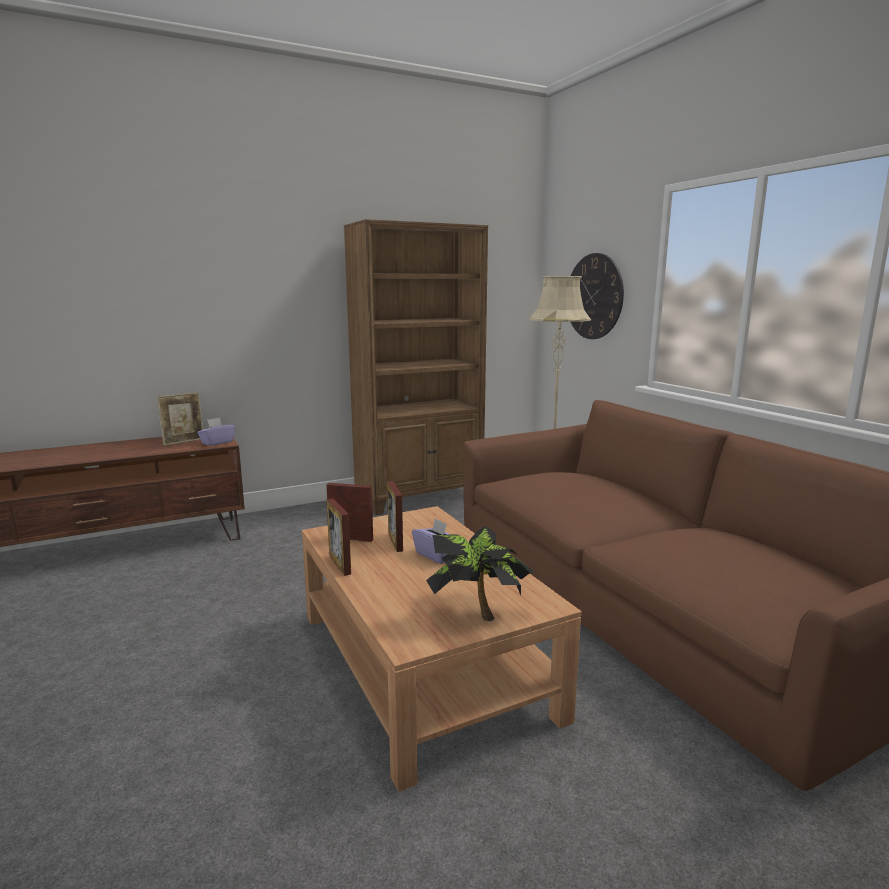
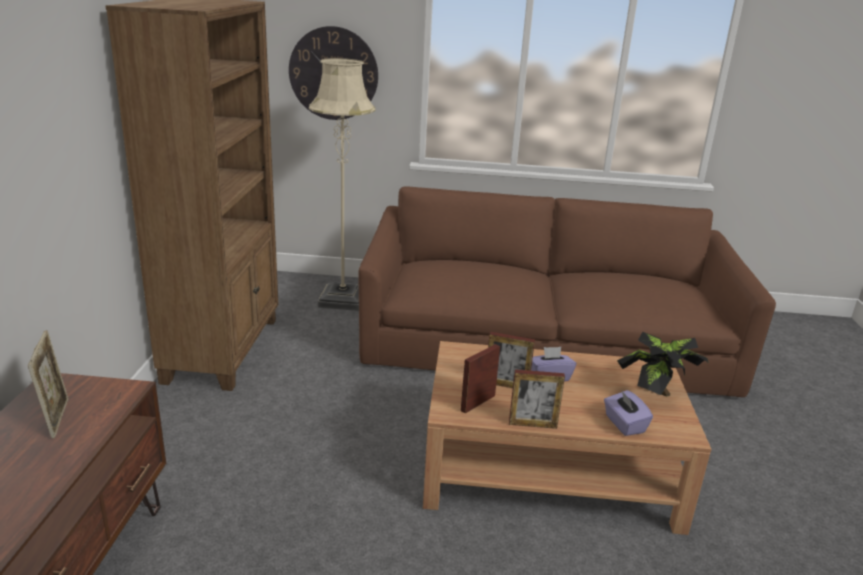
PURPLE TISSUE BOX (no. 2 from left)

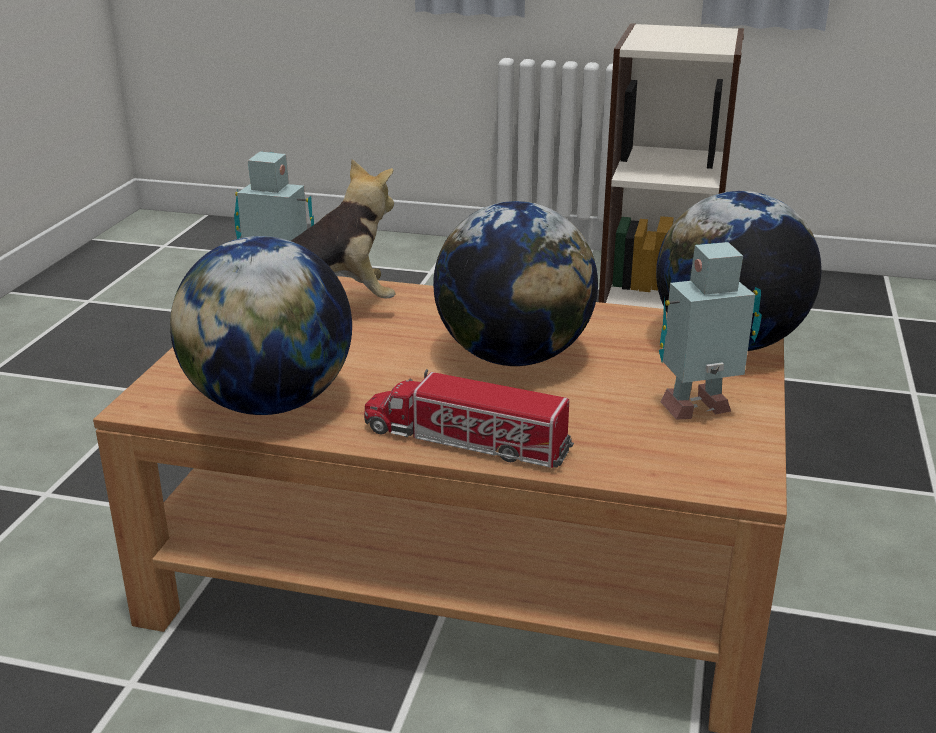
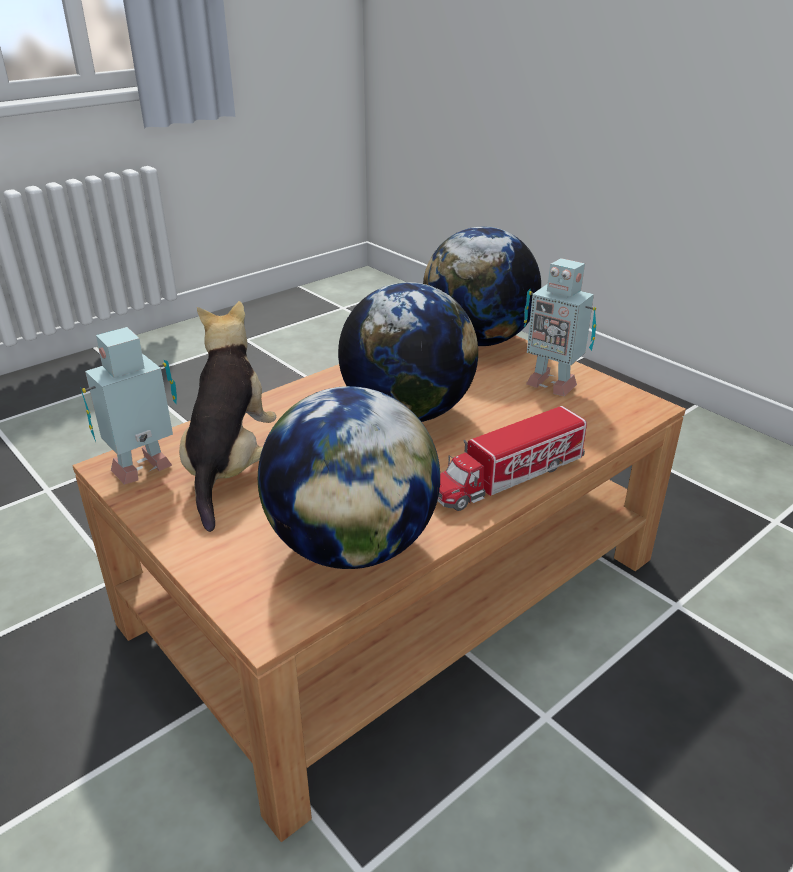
BOOKCASE; TOY ROBOT (no. 2 from left)

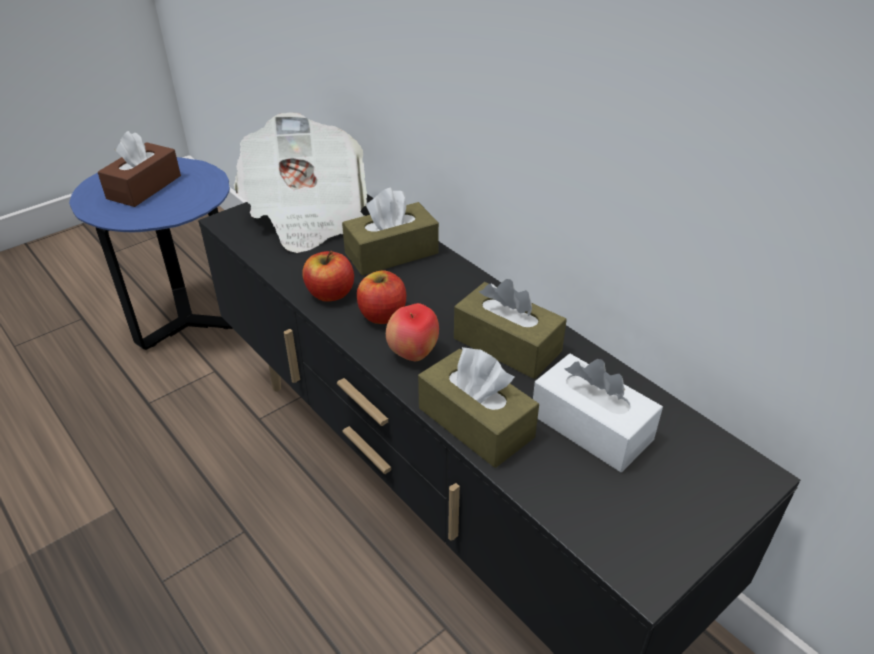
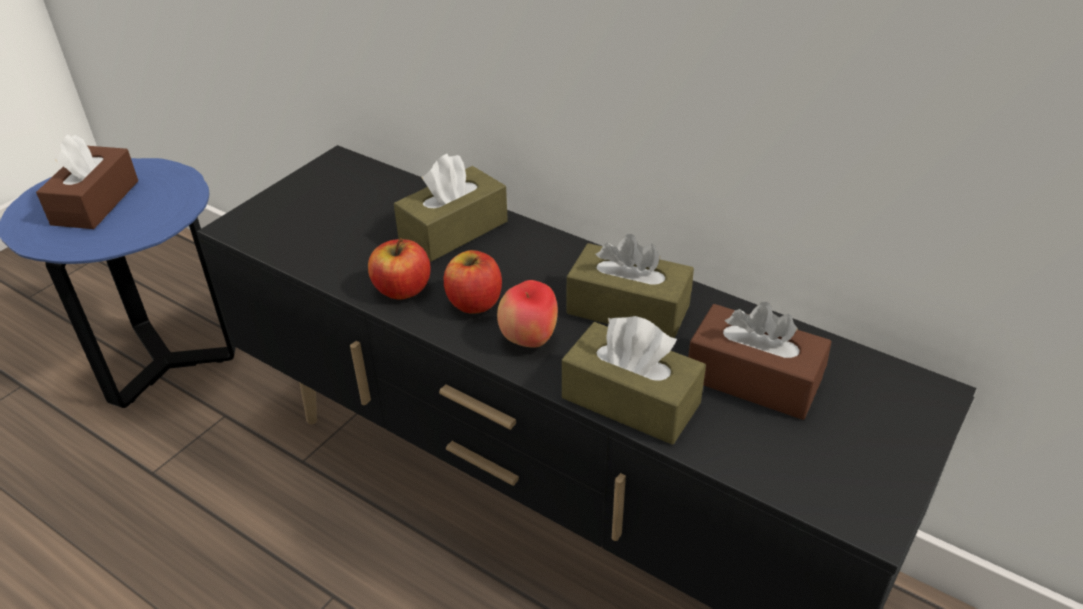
NEWSPAPER; BROWN TISSUE BOX (no. 5 from left)

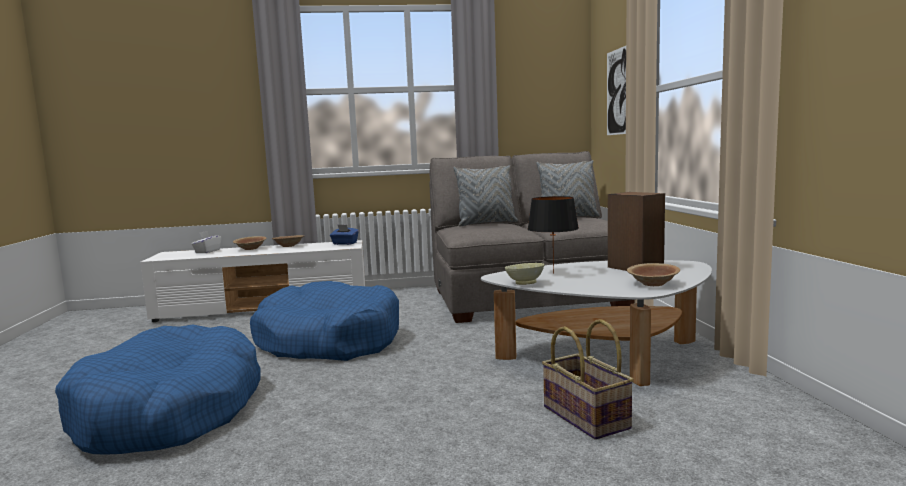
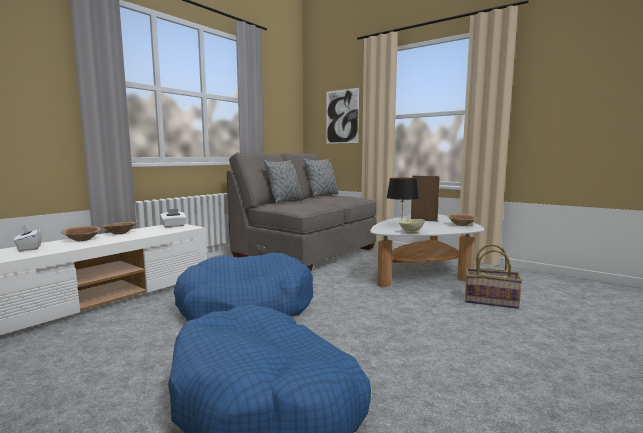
WHITE TISSUE BOX (no. 2 from left)

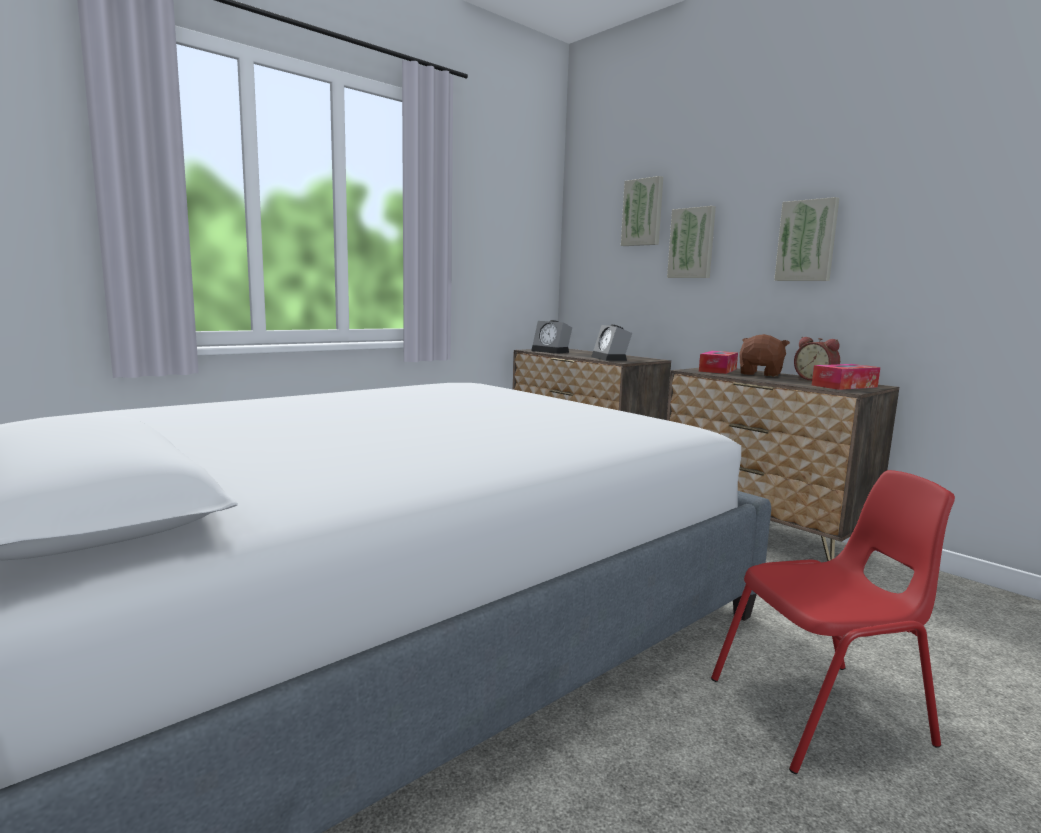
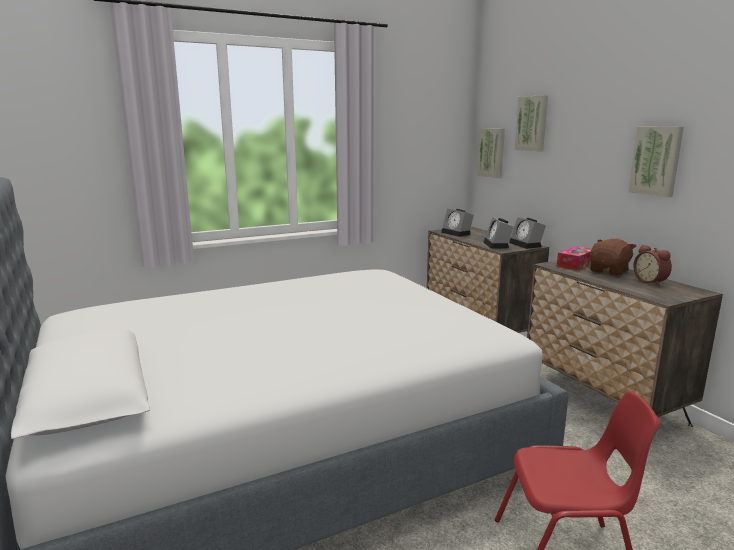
PICTURE (no. 1 from left); TISSUE BOX (no. 2 from left in the first image); ALARM CLOCK (no. 3 from left)

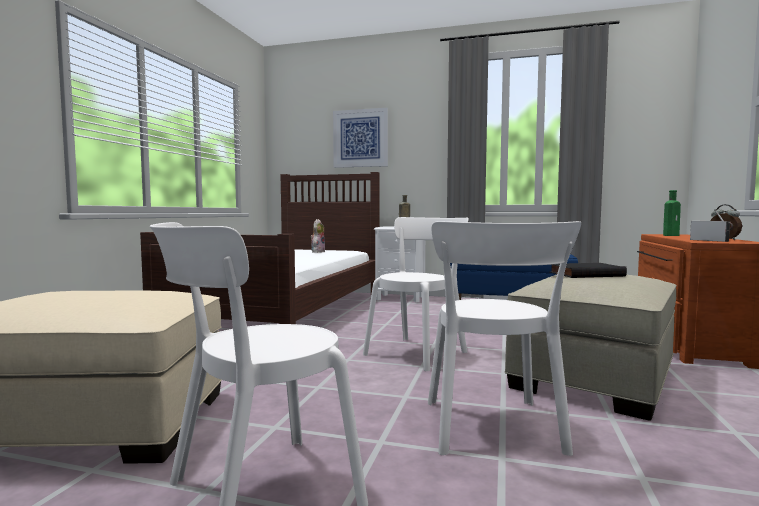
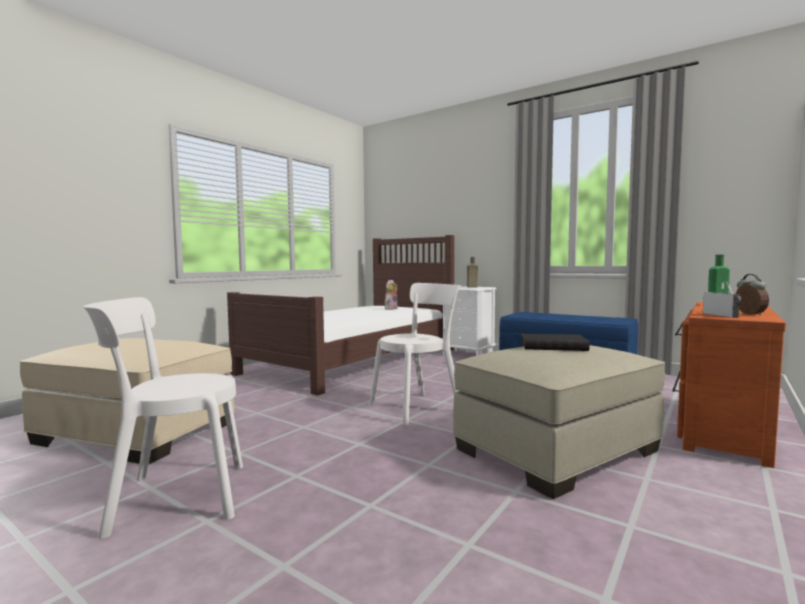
PICTURE; WHITE CHAIR (no. 3 from left in the first image)

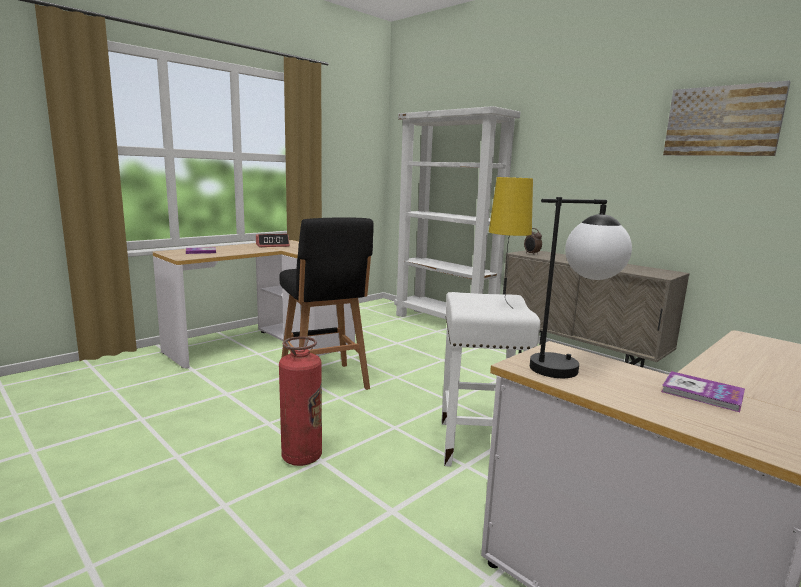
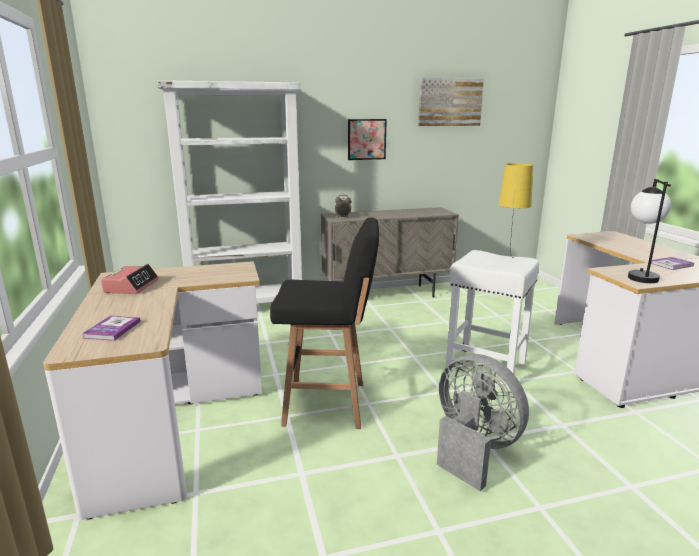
GREY FAN; PICTURE (no. 1 from left)

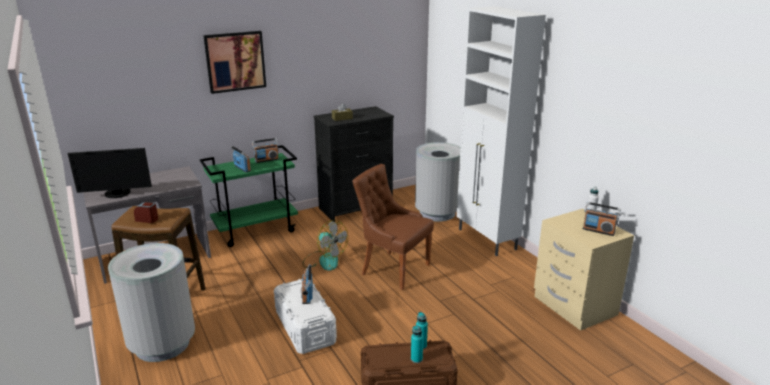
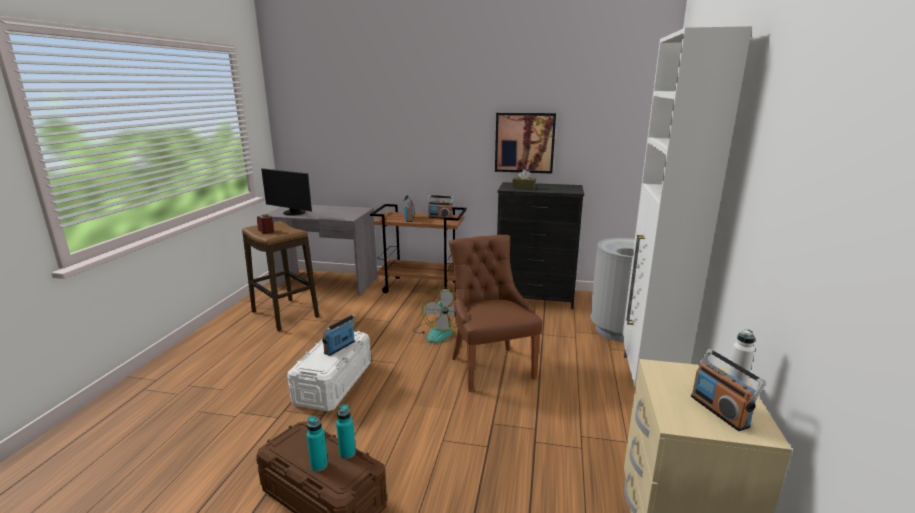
PICTURE; BROWN CART; GREY TRASH CAN (no. 1 from left in the first image)

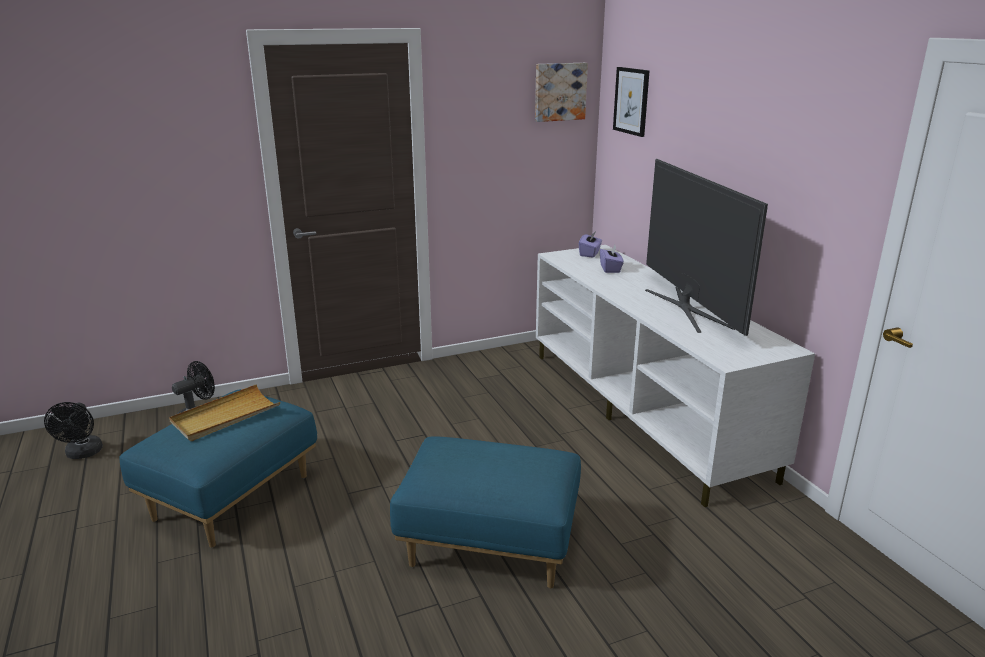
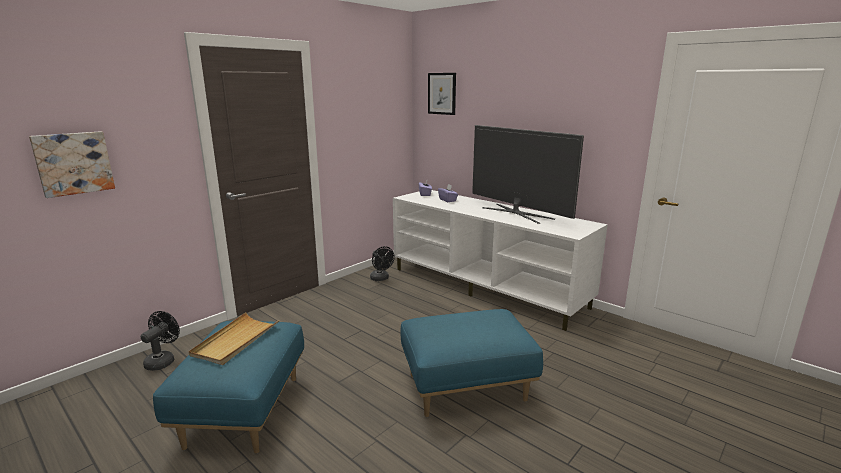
PICTURE (no. 1 from left); BLACK FAN (no. 2 from left)

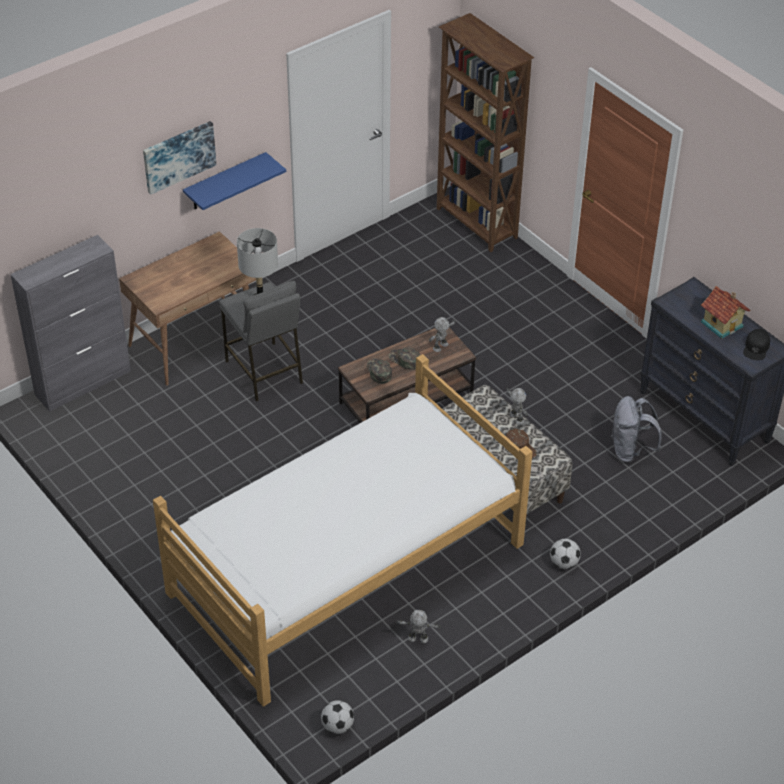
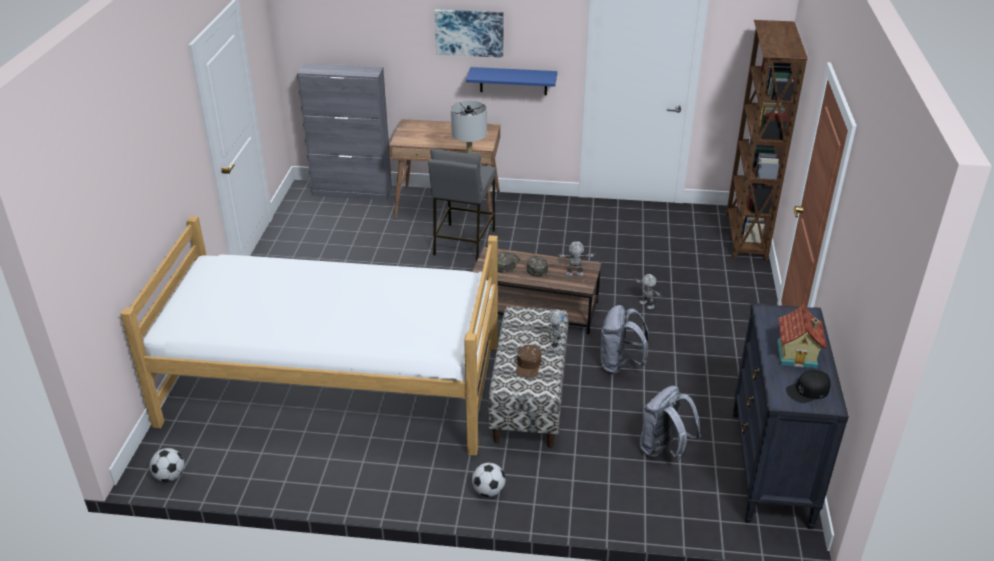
TOY ROBOT (no. 3 from left); GREY BACKPACK (no. 1 from left)

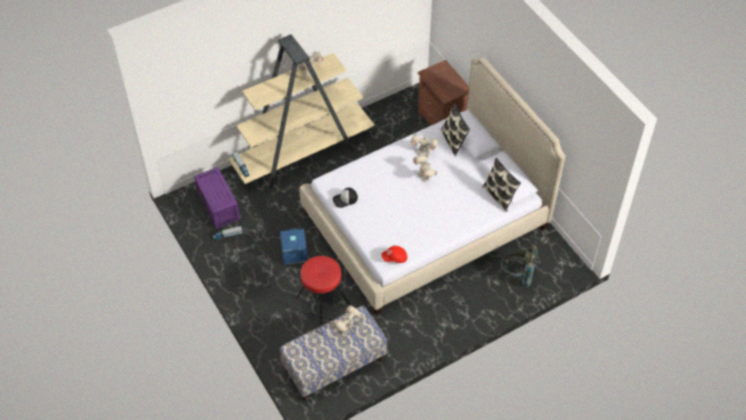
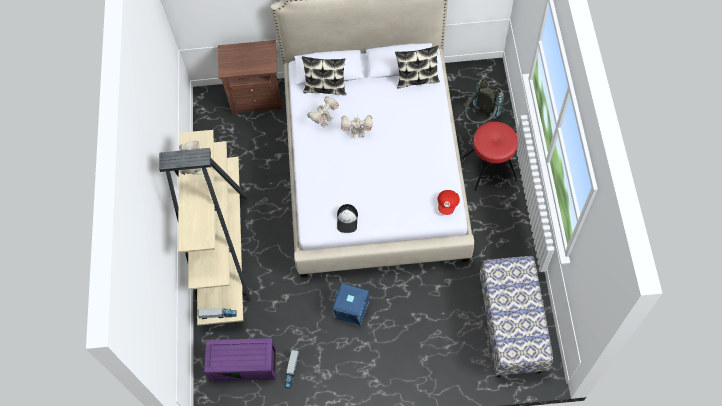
RED STOOL; TOY ROBOT (no. 2 from left in the first image)

